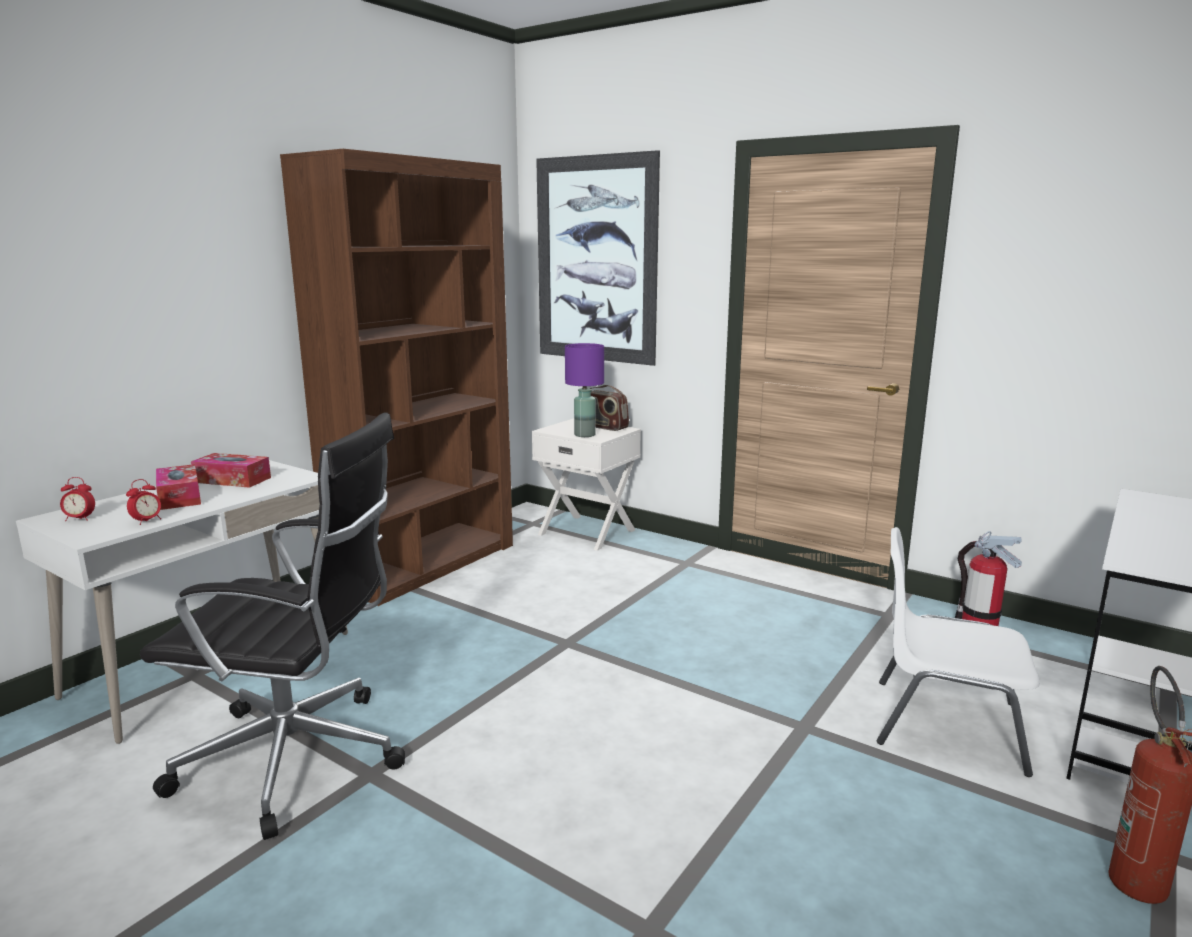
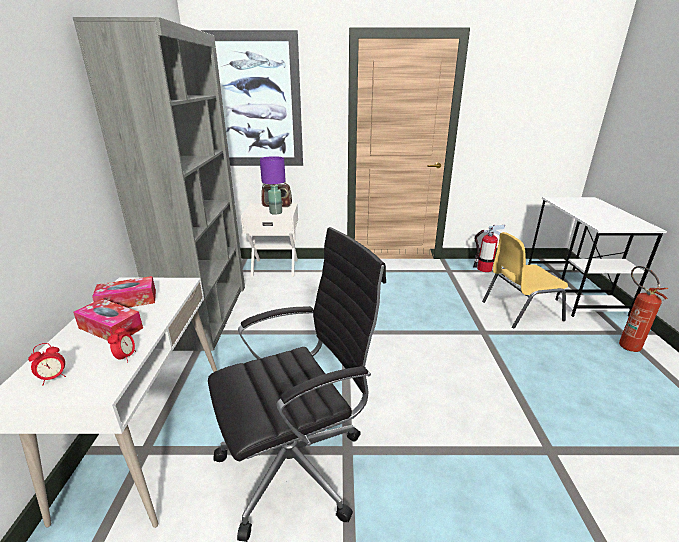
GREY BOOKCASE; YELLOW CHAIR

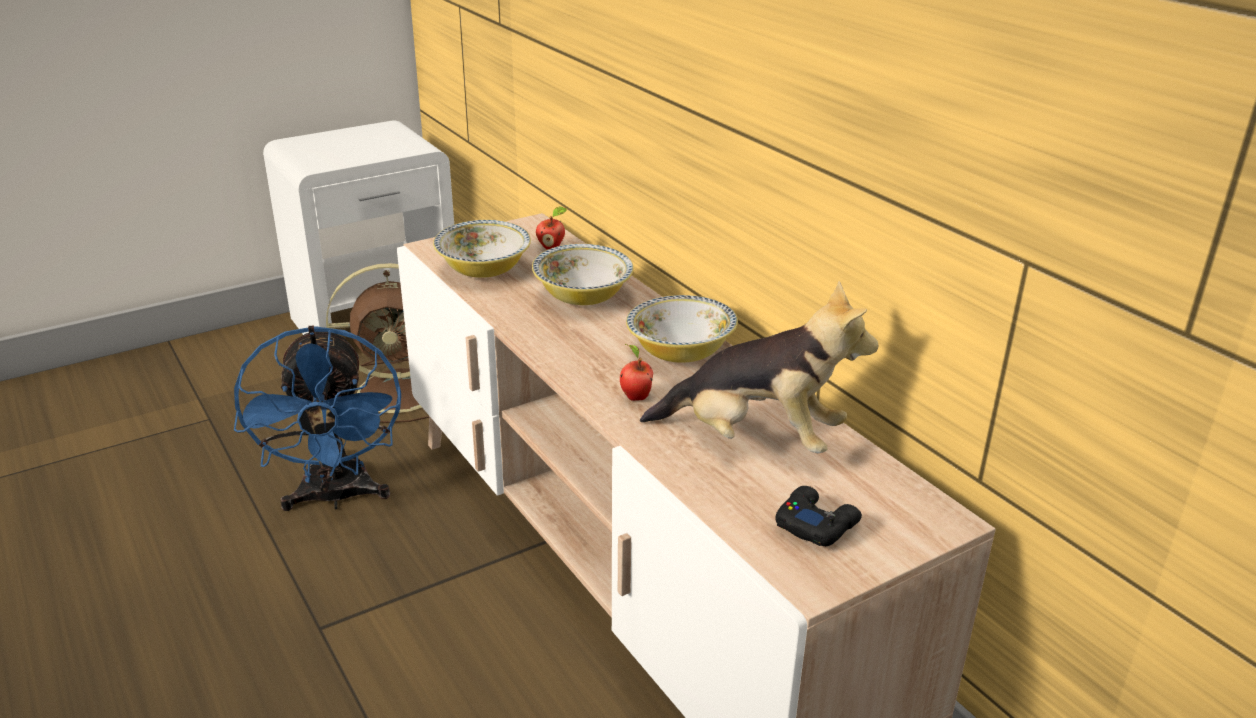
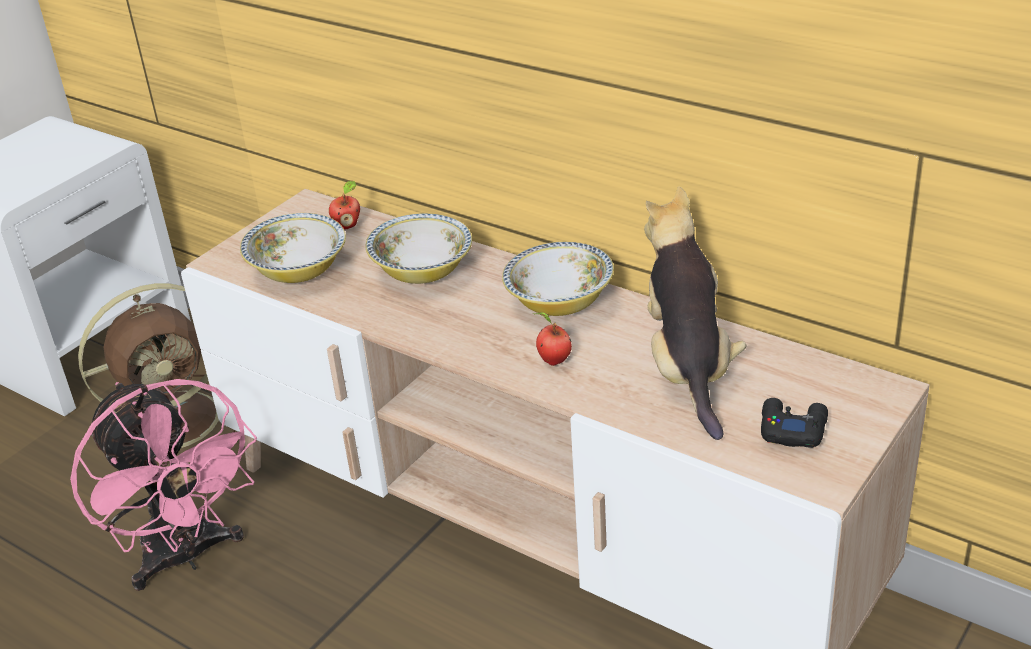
PLUSH TOY; PINK FAN

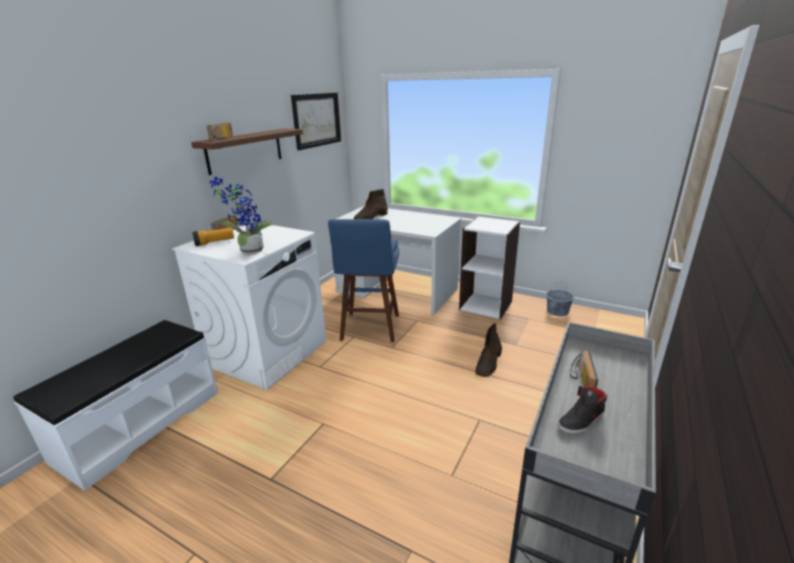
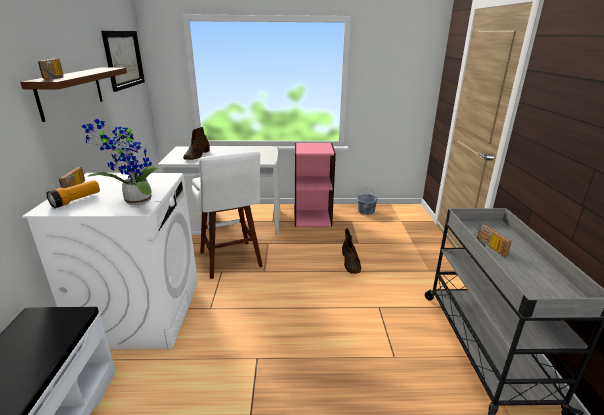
PINK BOOKCASE; WHITE STOOL; BLACK SHOE

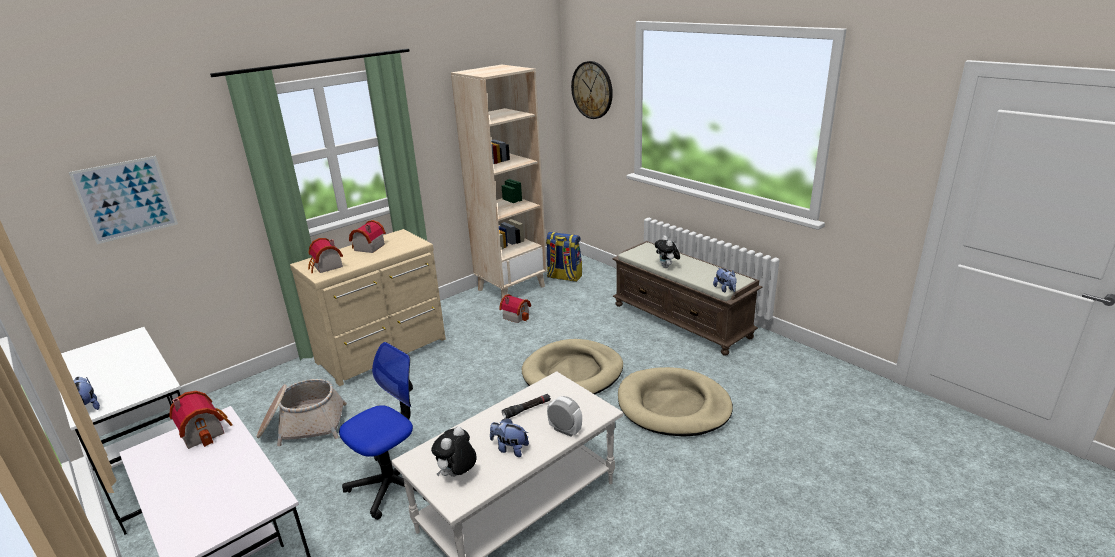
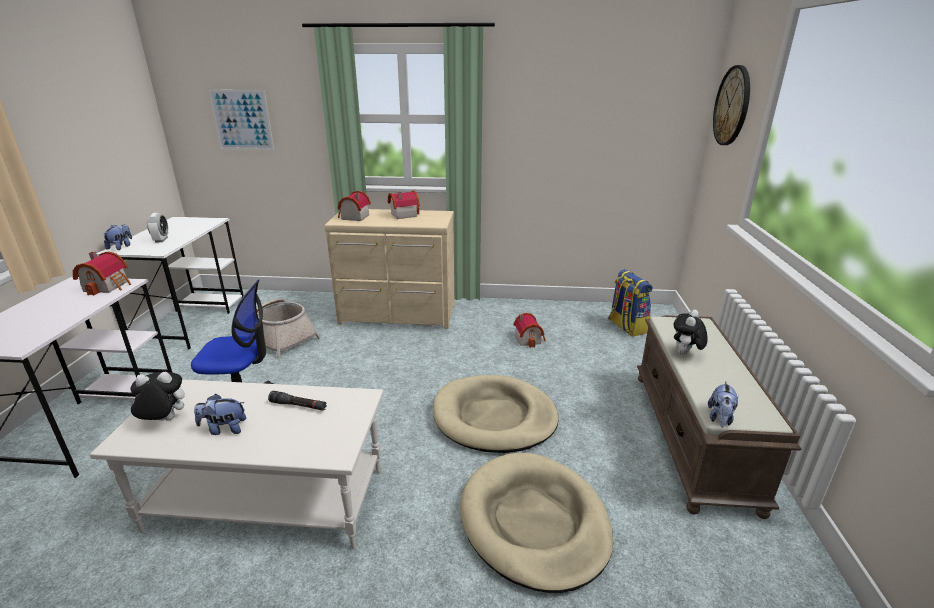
BEIGE BOOKCASE; ALARM CLOCK; PLUSH TOY (no. 3 from left)

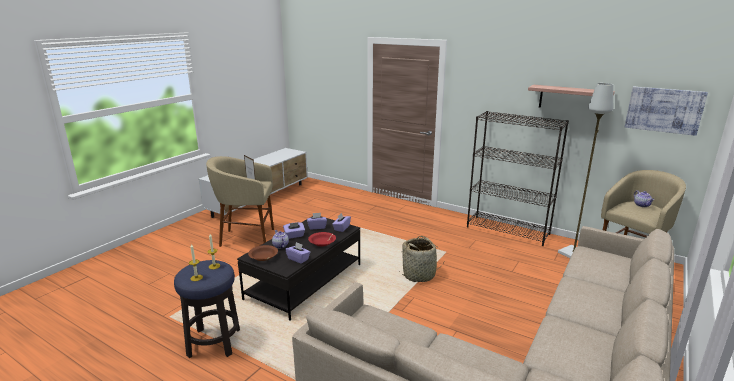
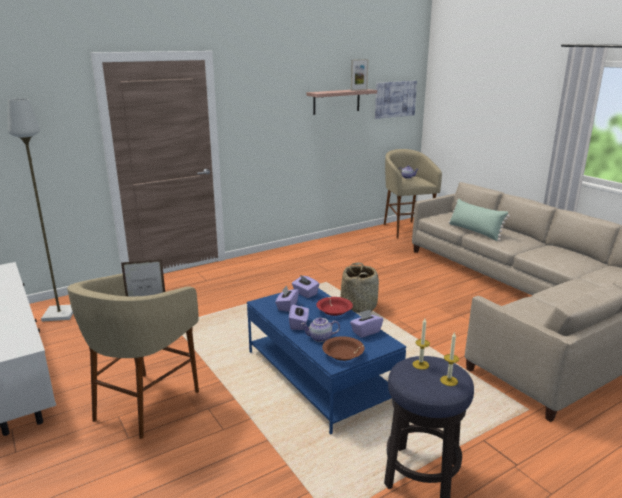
GREY FLOOR LAMP; BLACK BOOKCASE; BLUE COFFEE TABLE; PICTURE FRAME (no. 2 from left); GREEN PILLOW

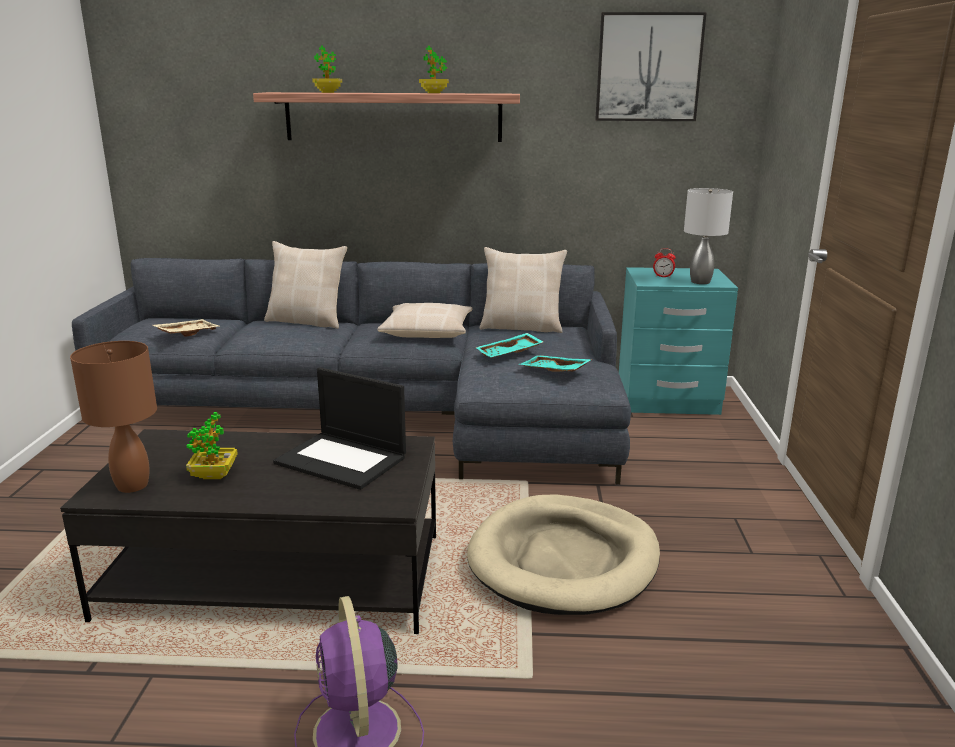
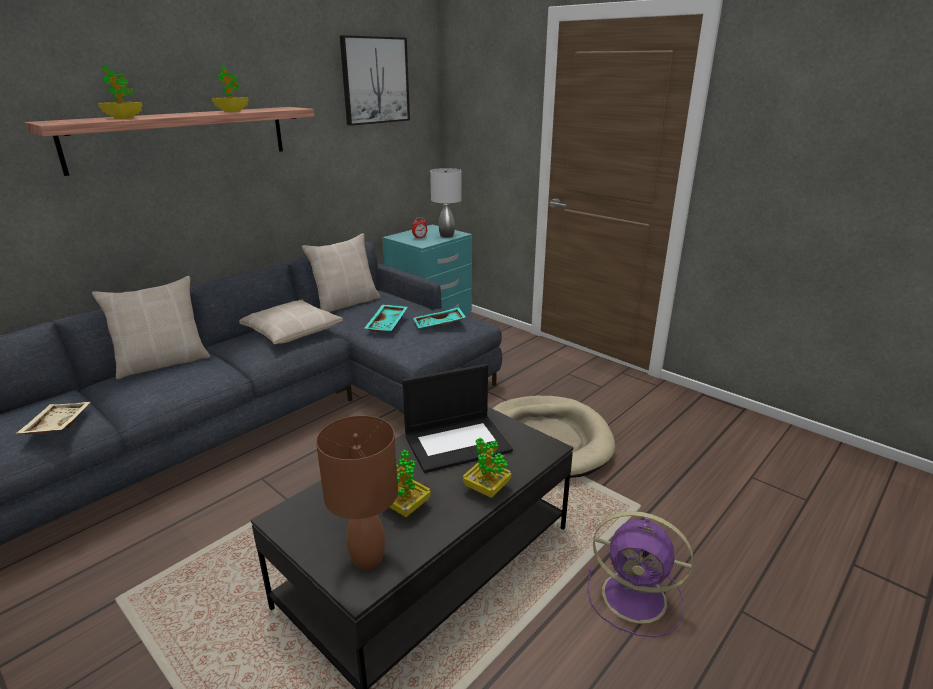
POTTED PLANT (no. 4 from left)

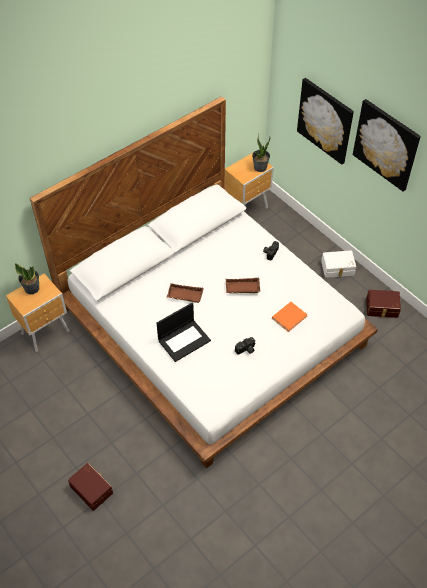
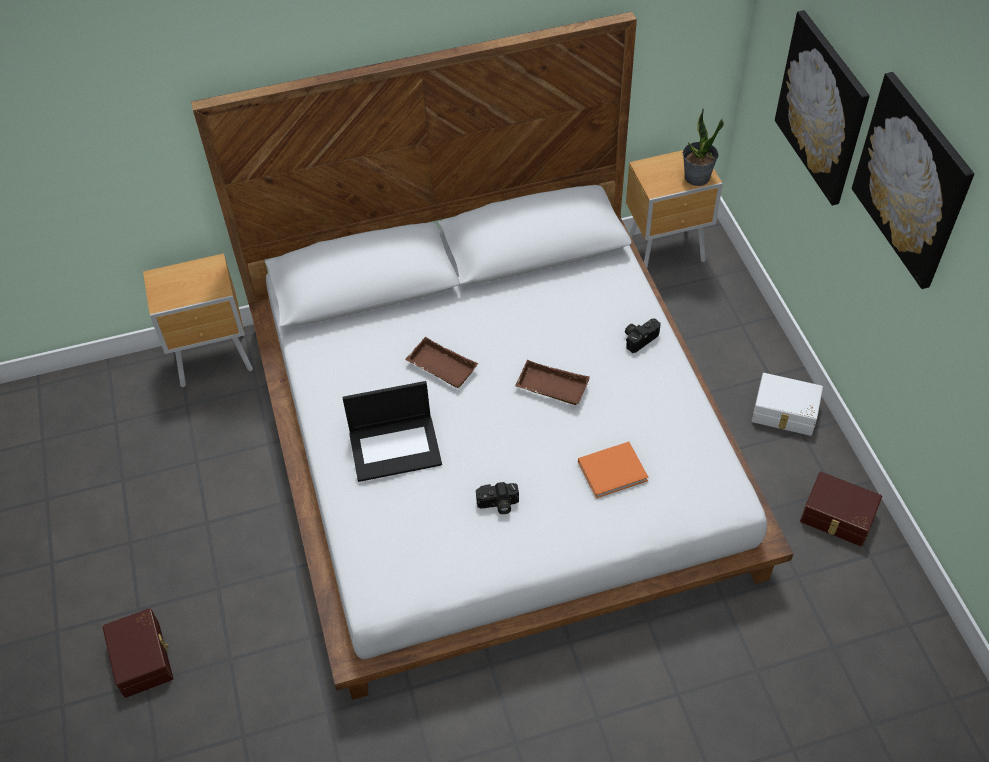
POTTED PLANT (no. 1 from left in the first image)

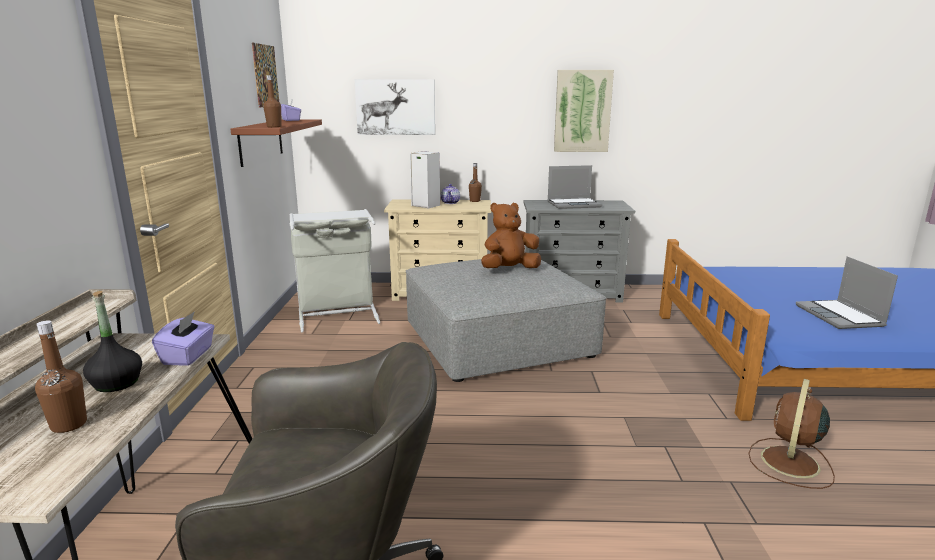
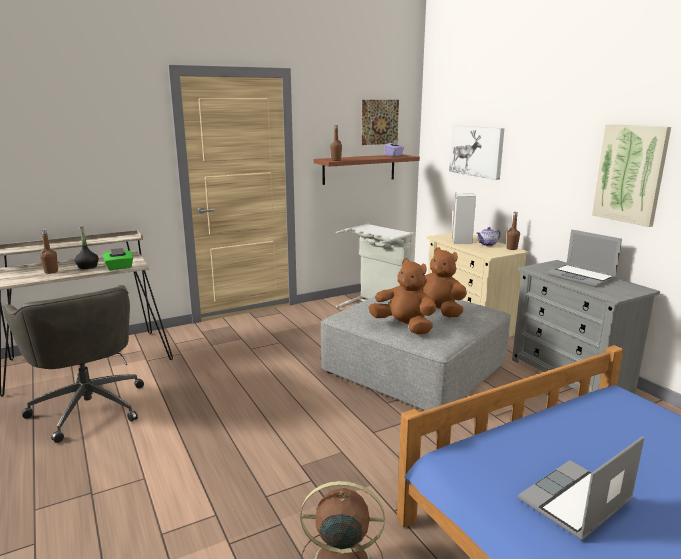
GREEN TISSUE BOX; BROWN PLUSH TOY (no. 1 from left)

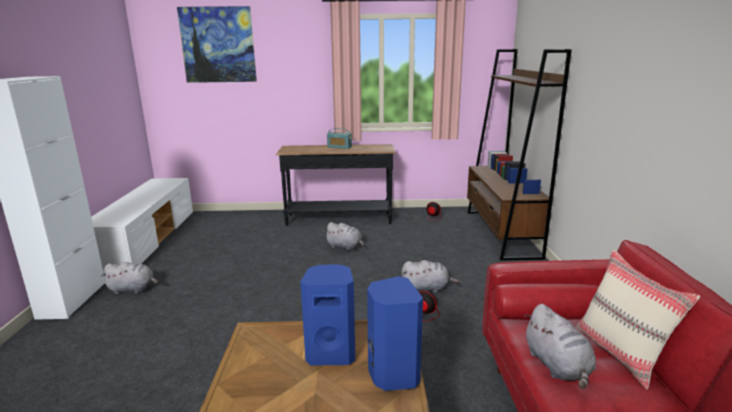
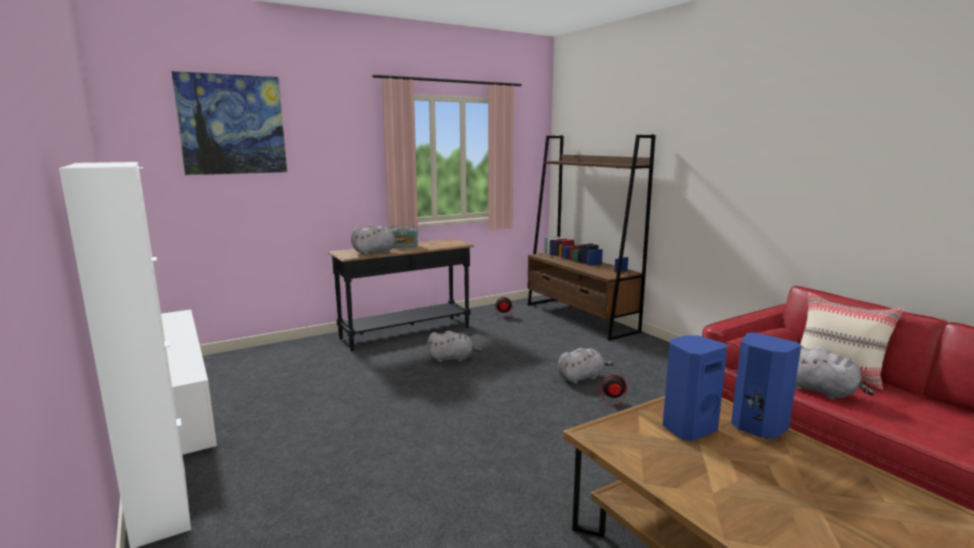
GREY PLUSH TOY (no. 1 from left)

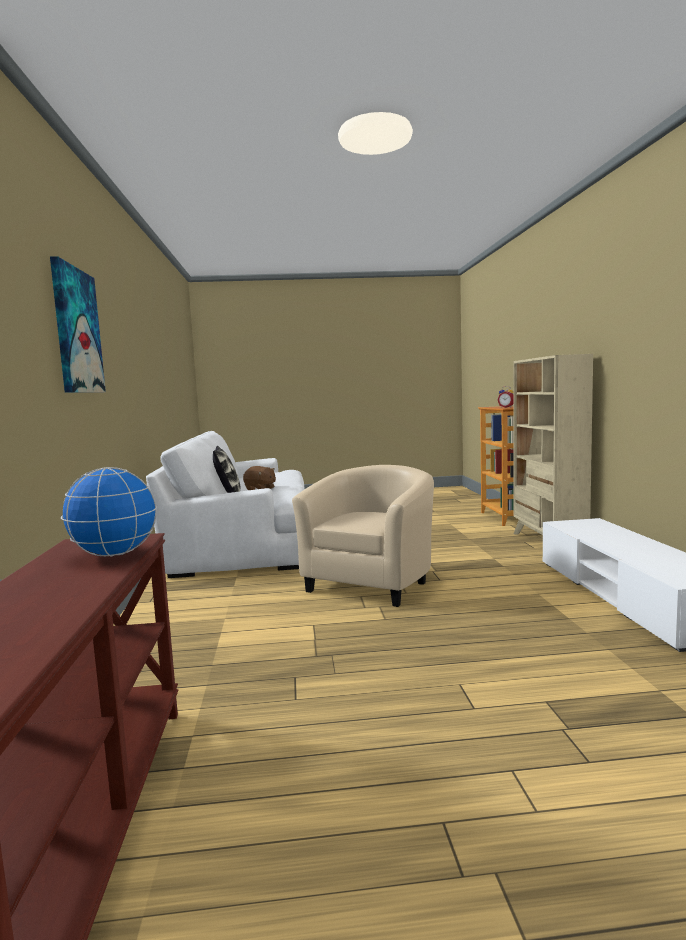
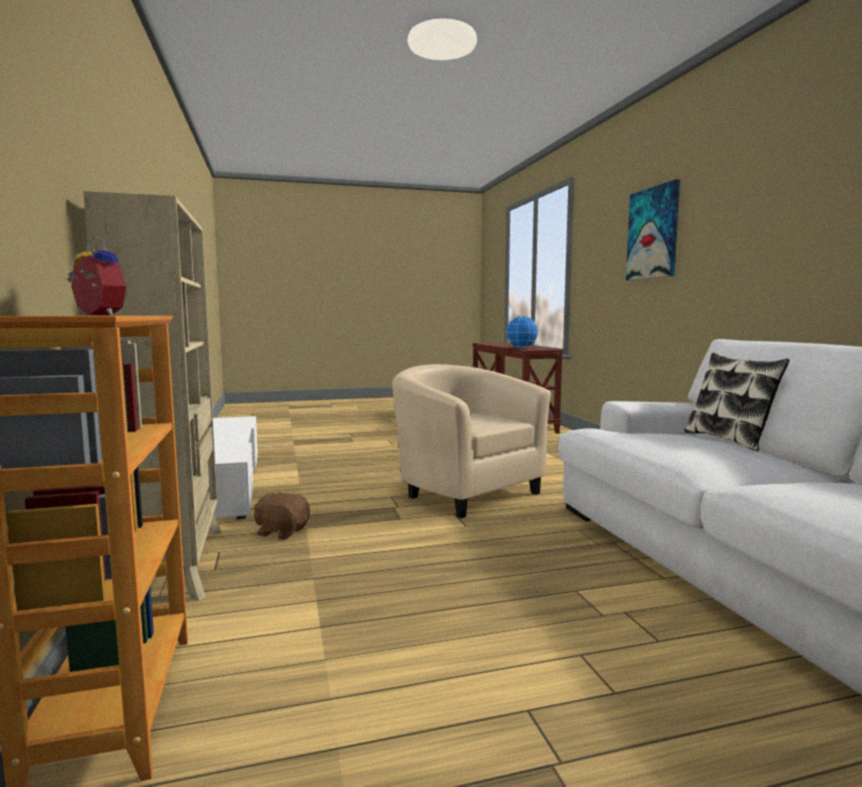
BEIGE ARMCHAIR; BROWN PLUSH TOY

